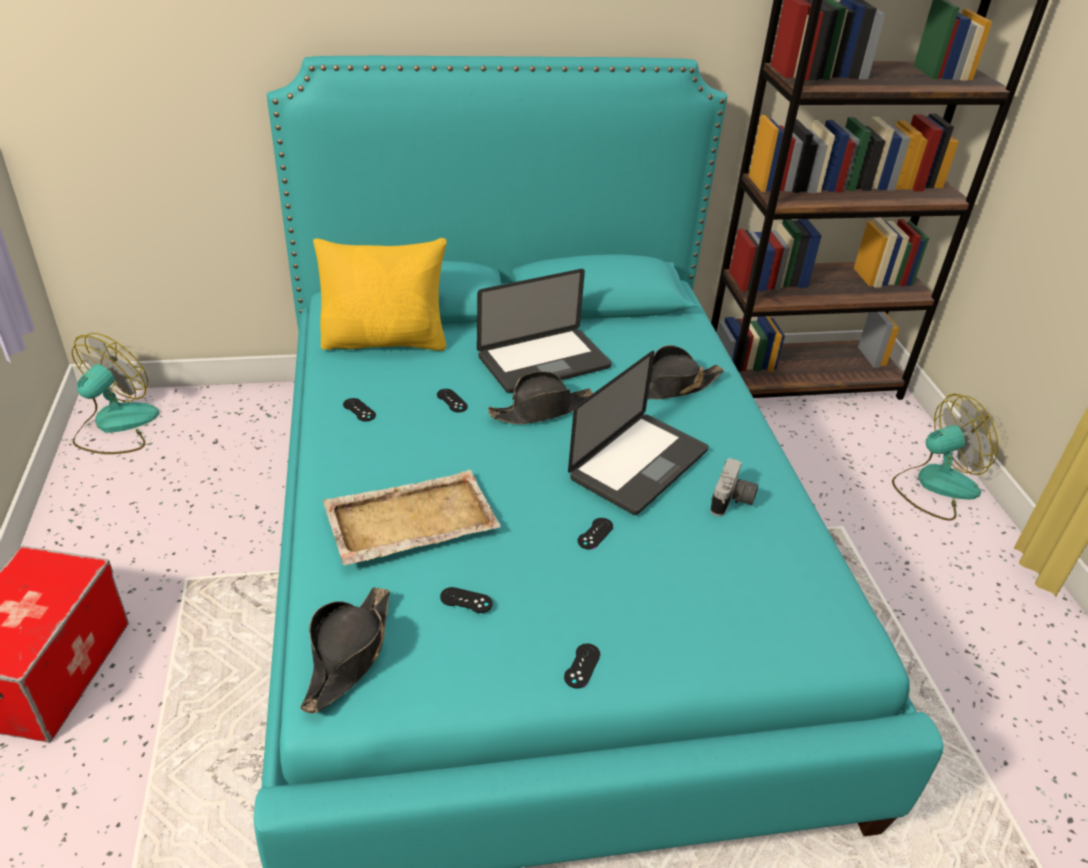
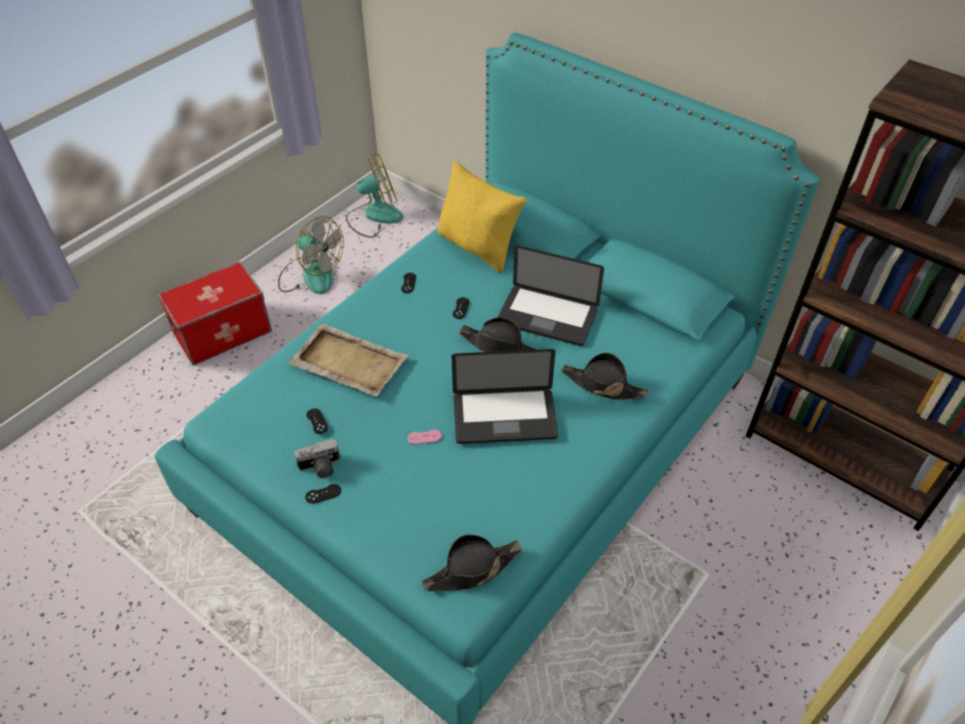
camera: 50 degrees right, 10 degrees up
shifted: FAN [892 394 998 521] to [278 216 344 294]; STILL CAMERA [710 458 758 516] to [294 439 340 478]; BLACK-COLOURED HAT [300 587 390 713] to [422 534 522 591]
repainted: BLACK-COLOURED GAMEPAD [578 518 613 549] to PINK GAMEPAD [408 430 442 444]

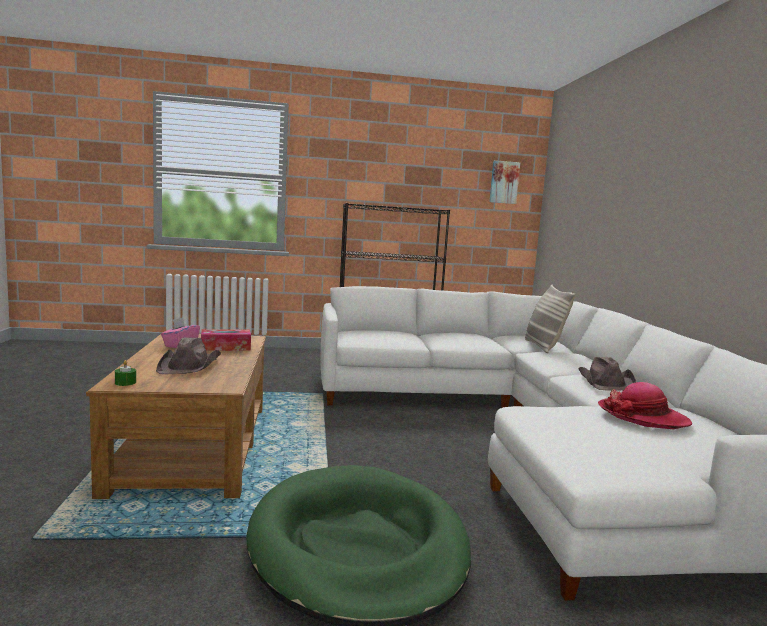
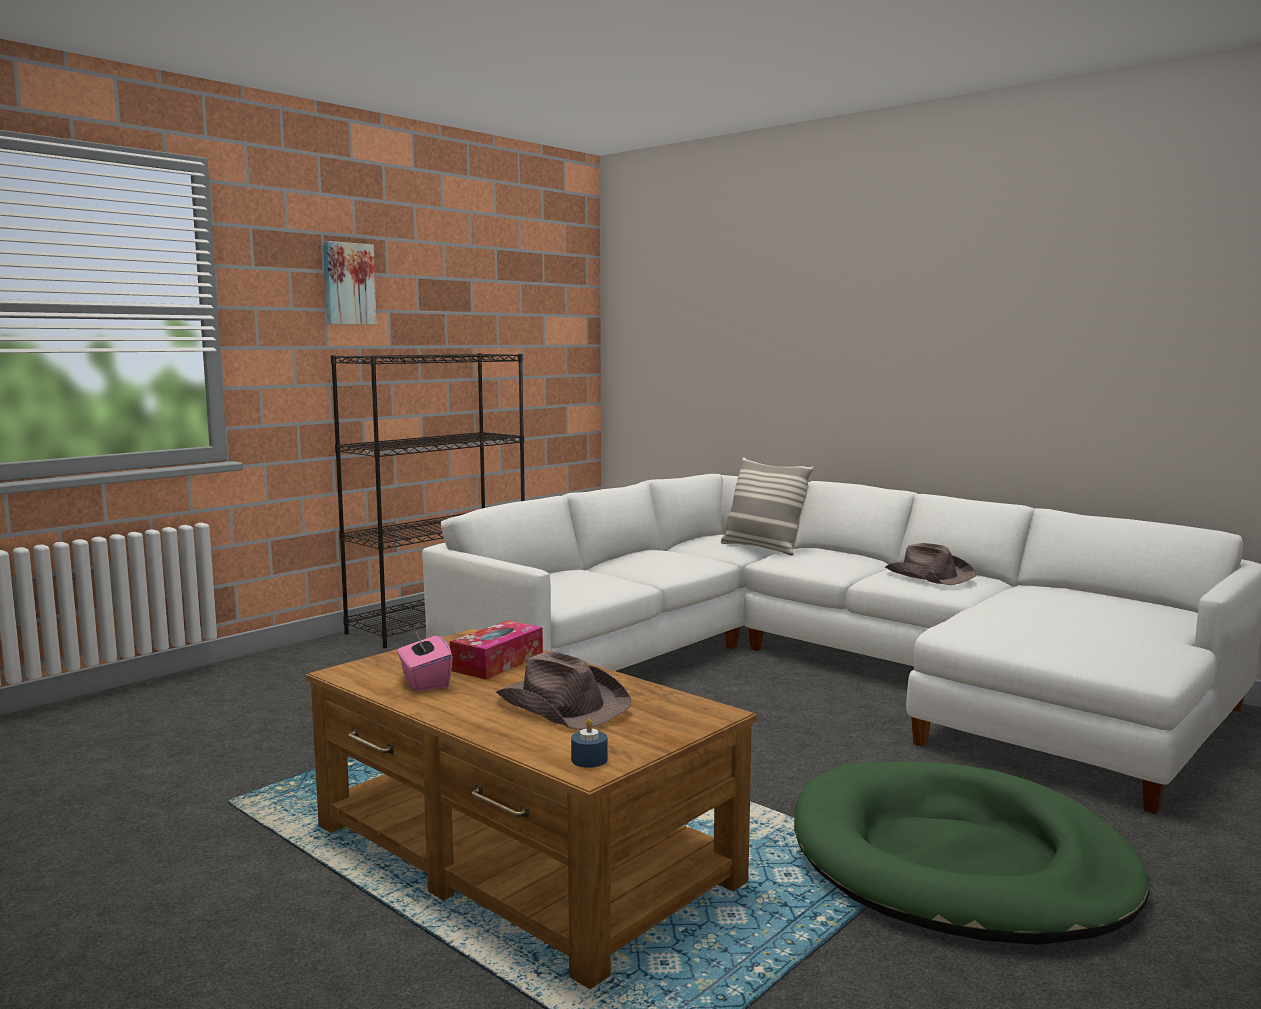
camera: 40 degrees left, 0 degrees up
gone: HAT [598 382 692 429]
shifted: WALL ART [489 160 520 204] to [323 241 377 325]
repainted: GREENISH WAX LIGHT [115 360 136 386] to BLUISH WAX LIGHT [571 718 608 768]

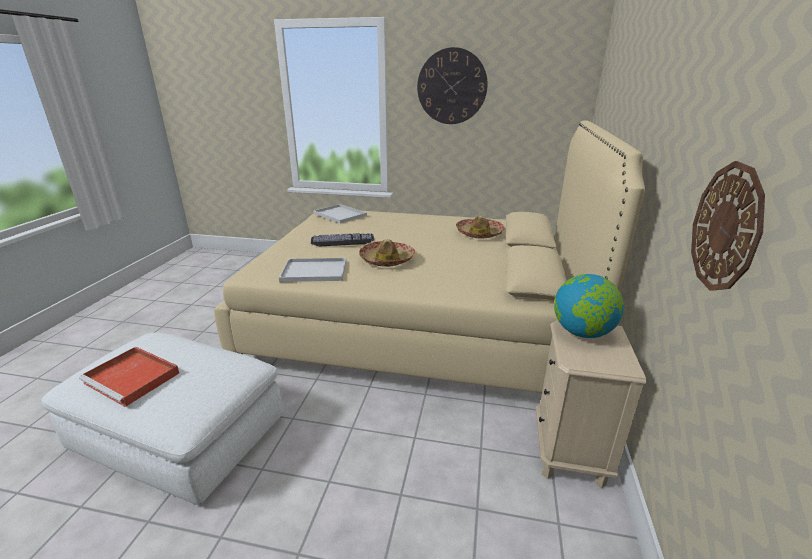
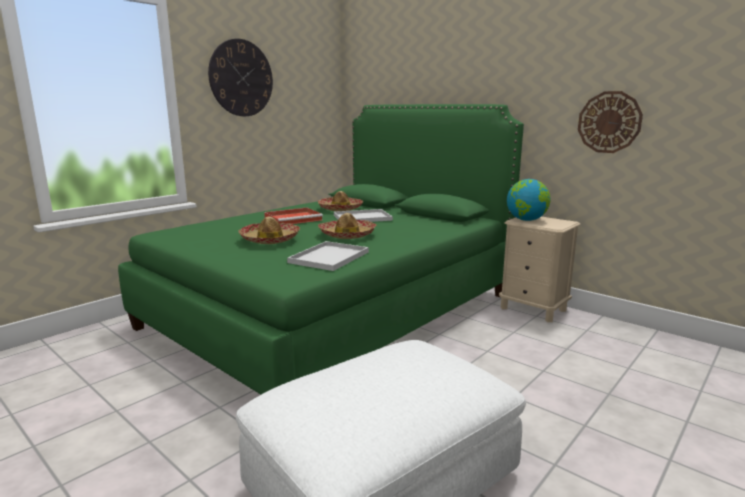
camera: 60 degrees left, 10 degrees down
shifted: RED-COLOURED TRAY [79 347 179 407] to [264 208 323 224]; WHITE-COLOURED TRAY [313 204 367 224] to [334 209 393 222]
swapped: KEYBOARD [311 233 374 246] to HAT [238 216 300 244]
repainted: SAND-COLOURED BED [214 120 645 393] to GREENISH BED [118 104 524 394]

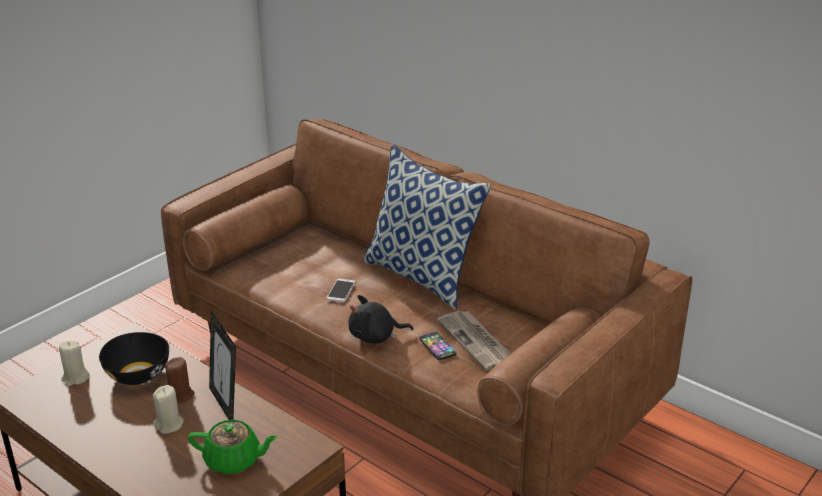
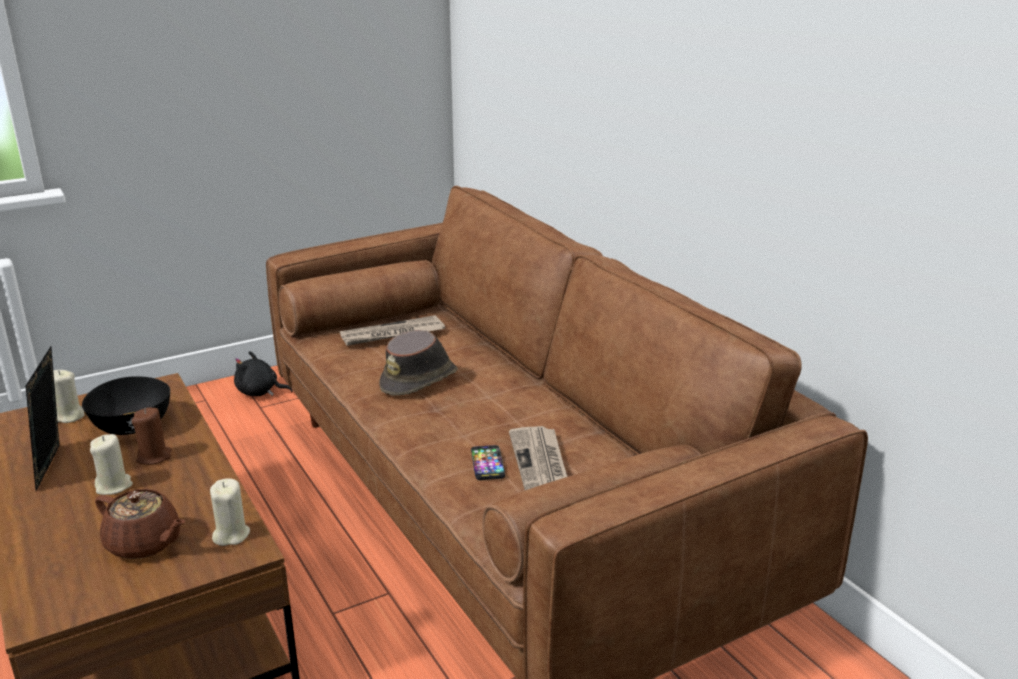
camera: 20 degrees right, 5 degrees down
gone: THROW PILLOW [363 145 491 309]
new: SAND-COLOURED WAX LIGHT [210 478 250 546]; PRINTED PAPER [340 315 445 346]
shifted: PICTURE FRAME [209 311 236 420] to [26 346 59 491]; BLACK-COLOURED PLUSH TOY [348 295 413 344] to [234 351 293 396]
swapped: PHONE [326 278 355 302] to BROWN-COLOURED HAT [379 330 458 396]
repainted: GREENISH TEA POT [188 420 278 474] to BROWN-COLOURED TEA POT [95 489 185 559]

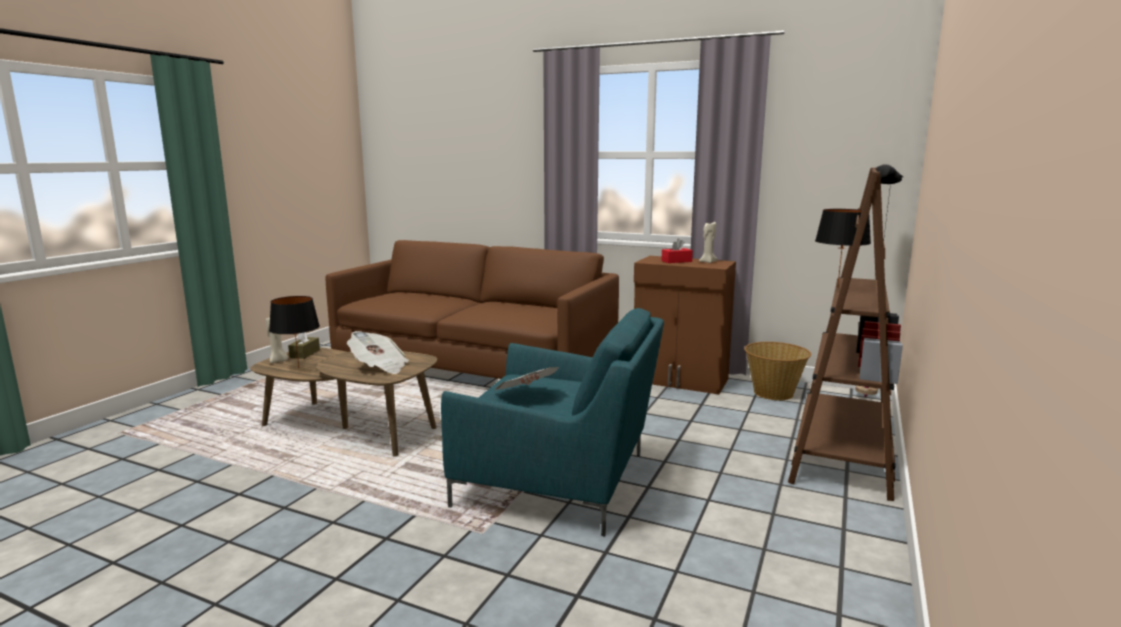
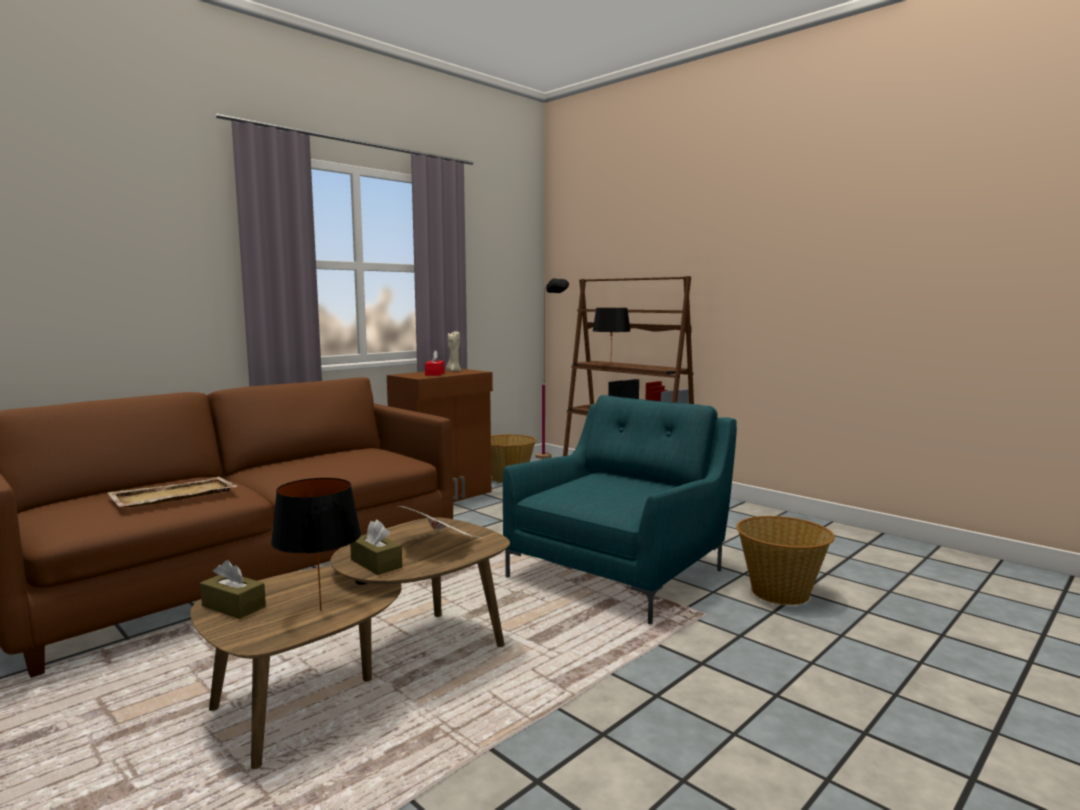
camera: 70 degrees left, 5 degrees down
gone: SAND-COLOURED WAX LIGHT [266 318 288 363]; PRINTED PAPER [495 367 559 390]
new: SAND-COLOURED TRAY [107 477 237 507]; BROWN-COLOURED BOX OF TISSUES [350 520 402 575]; HOUSEHOLD BASKET [737 516 835 605]

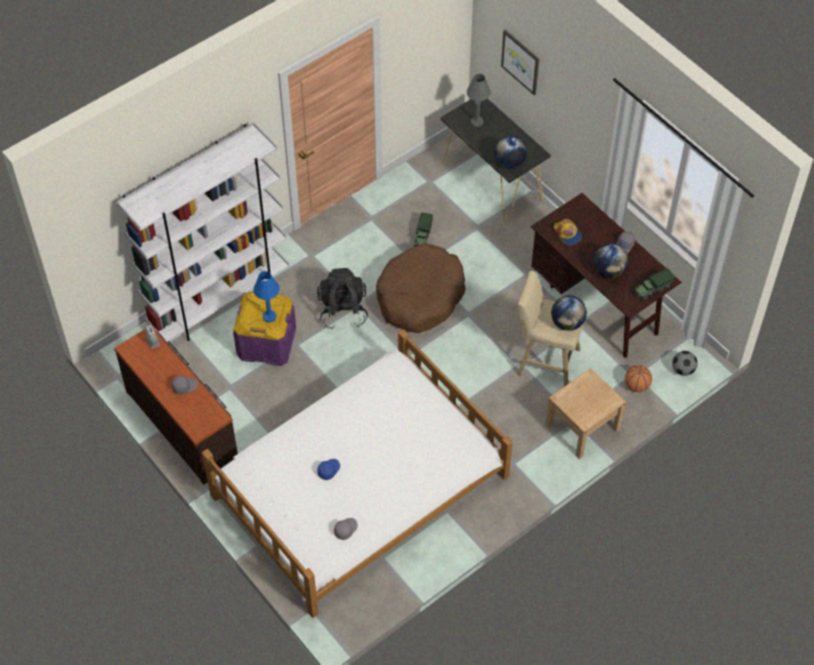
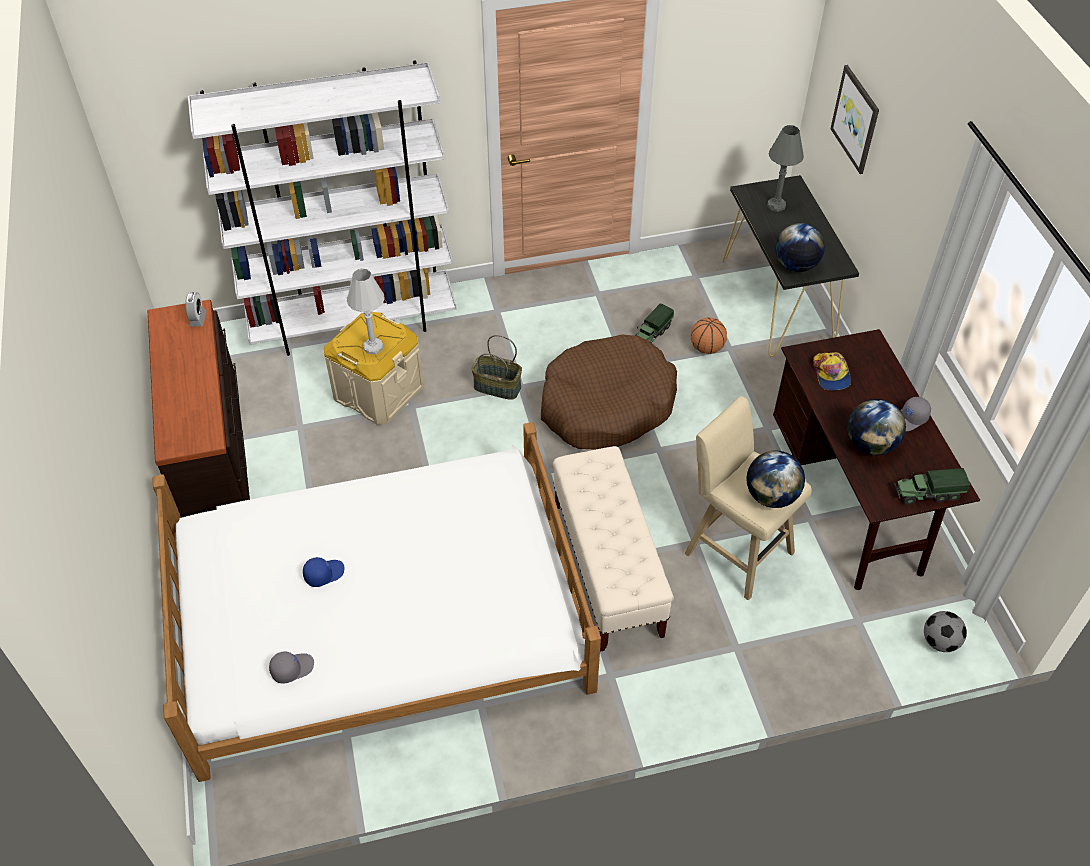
camera: 25 degrees right, 5 degrees down
gone: GREYISH BASEBALL CAP [172 376 198 394]; SAND-COLOURED BEDSIDE TABLE [545 368 626 459]
new: SAND-COLOURED BENCH [553 446 674 652]
shifted: BASKETBALL BALL [625 365 652 392] to [691 317 727 354]
swapped: BLACK-COLOURED KNAPSACK [317 268 368 330] to HOUSEHOLD BASKET [471 335 522 400]
repainted: PURPLISH STORAGE BIN [233 292 296 366] to SAND-COLOURED STORAGE BIN [324 312 424 425]; BLUISH TABLE LAMP [254 271 280 323] to WHITE-COLOURED TABLE LAMP [347 269 385 354]

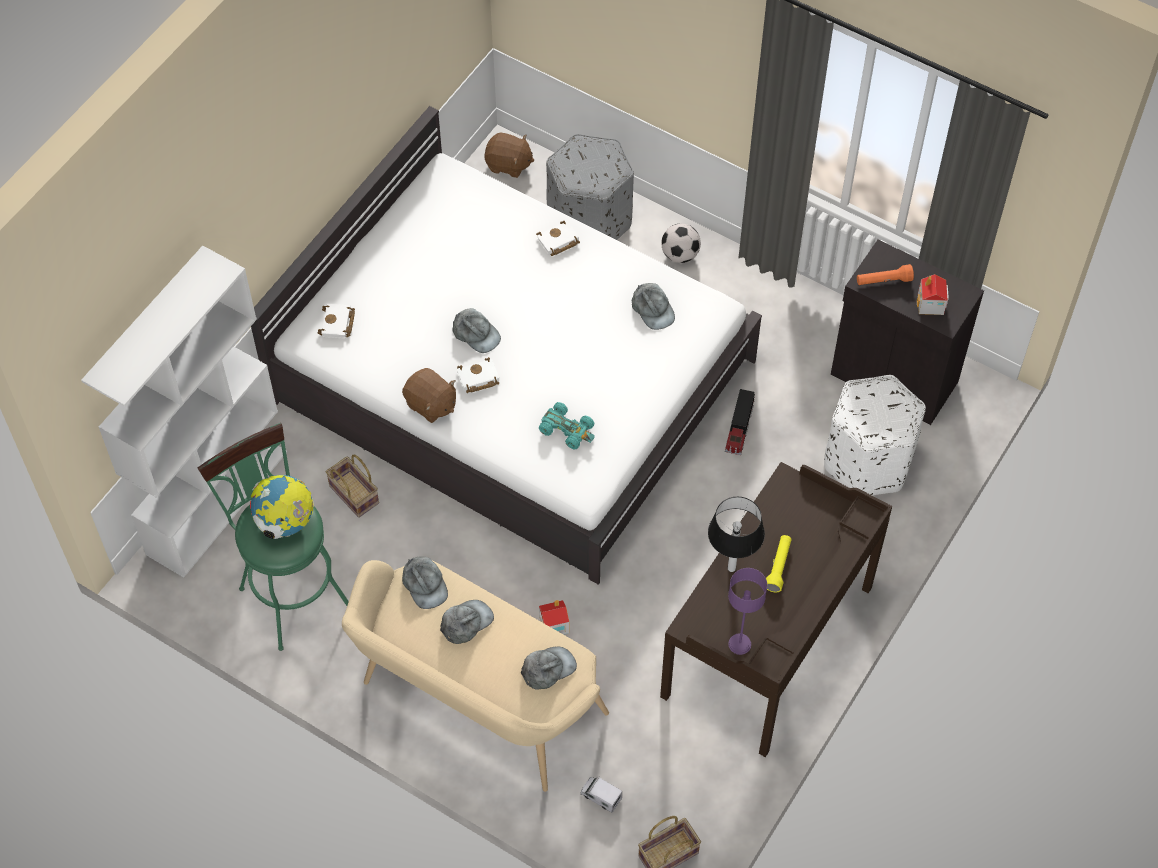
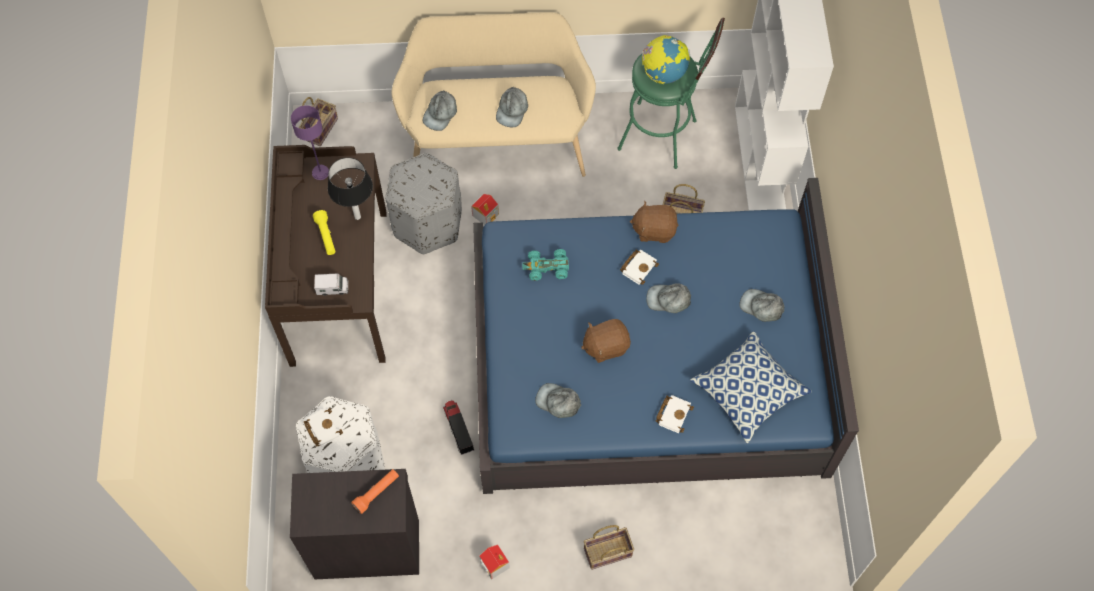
camera: 145 degrees right, 5 degrees up
new: THROW PILLOW [690 331 812 444]
shifted: WHITE-COLOURED BOOK [318 304 355 339] to [304 408 343 447]; TOY TRUCK [580 776 622 813] to [314 274 348 296]; GREYISH FOOTREST [546 134 634 240] to [385 153 462 254]; MINIATURE HOUSE [917 274 949 315] to [479 544 510 579]; BROWN-COLOURED PLUSH TOY [484 133 534 178] to [581 319 631 363]; GREYISH BASEBALL CAP [402 557 448 609] to [740 289 785 322]
swapped: FOOTBALL BALL [661 223 701 263] to HOUSEHOLD BASKET [584 525 634 570]
repainted: WHITE-COLOURED BED [251 106 762 585] to BLUISH BED [473 178 859 494]

